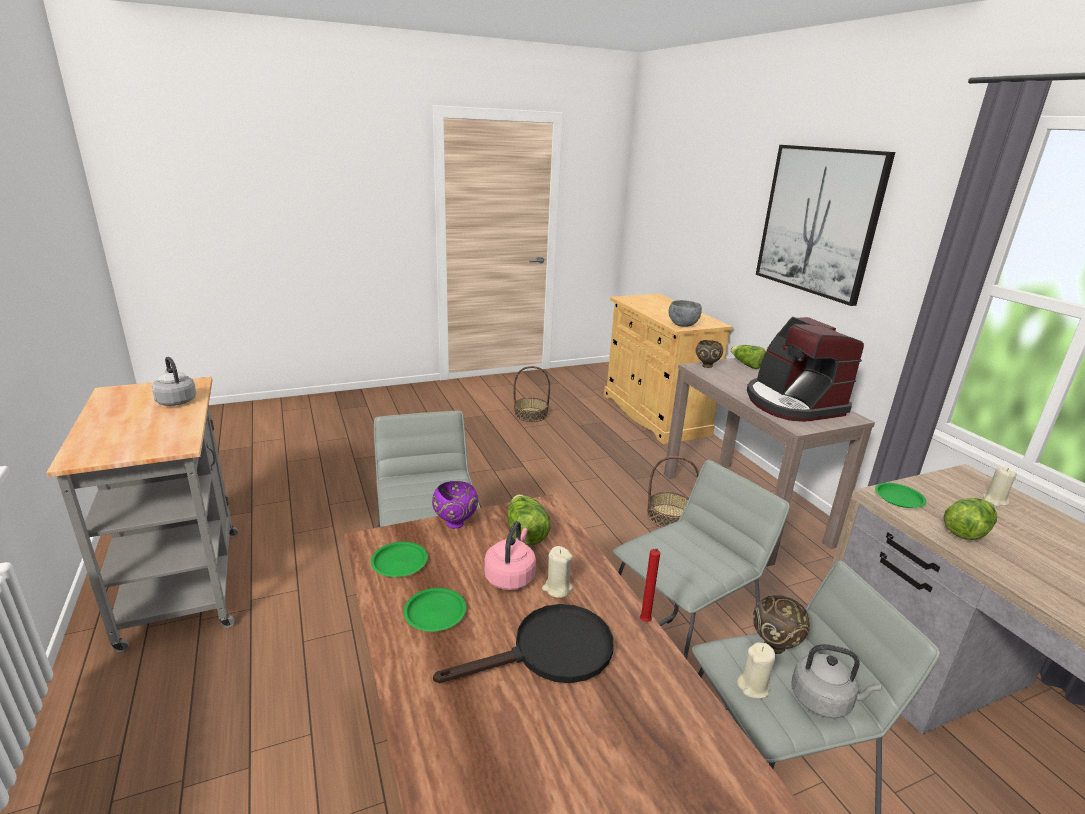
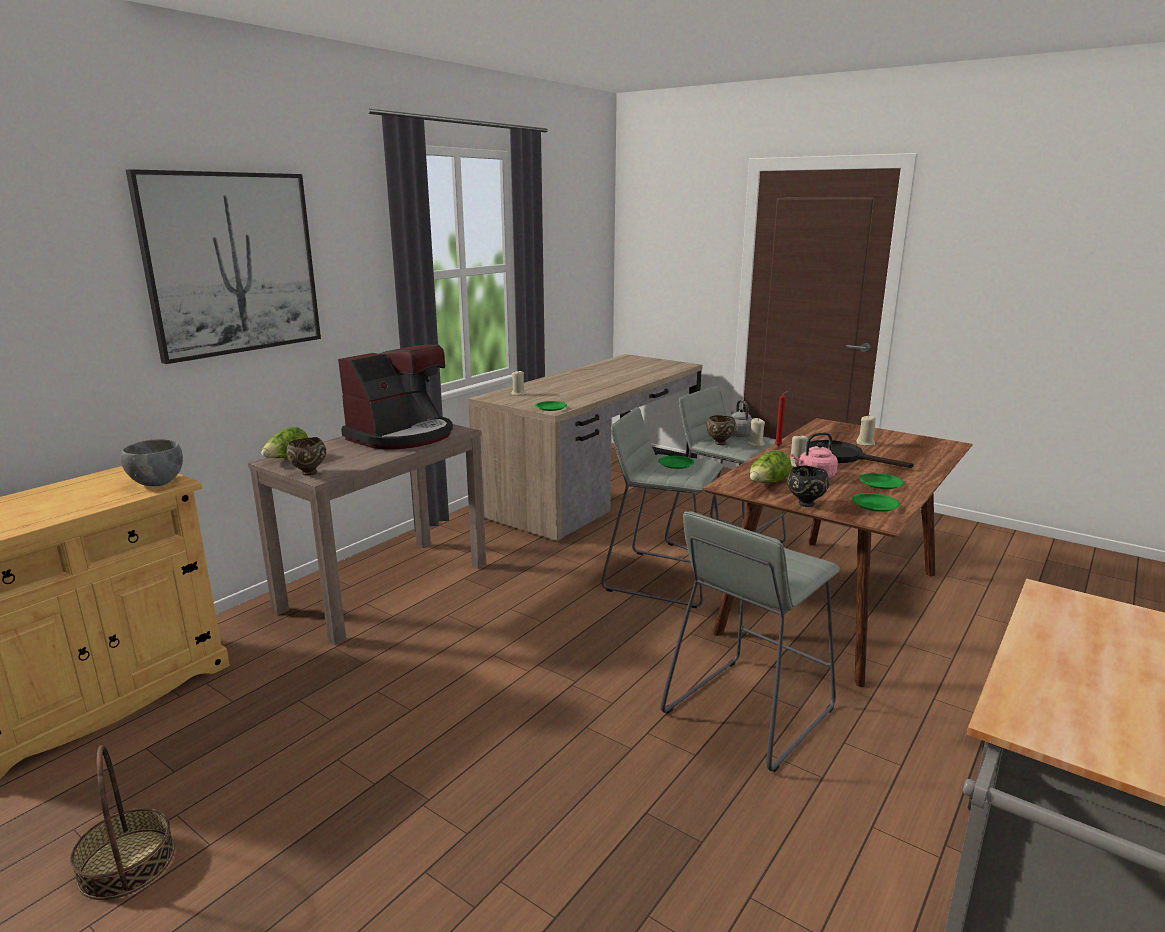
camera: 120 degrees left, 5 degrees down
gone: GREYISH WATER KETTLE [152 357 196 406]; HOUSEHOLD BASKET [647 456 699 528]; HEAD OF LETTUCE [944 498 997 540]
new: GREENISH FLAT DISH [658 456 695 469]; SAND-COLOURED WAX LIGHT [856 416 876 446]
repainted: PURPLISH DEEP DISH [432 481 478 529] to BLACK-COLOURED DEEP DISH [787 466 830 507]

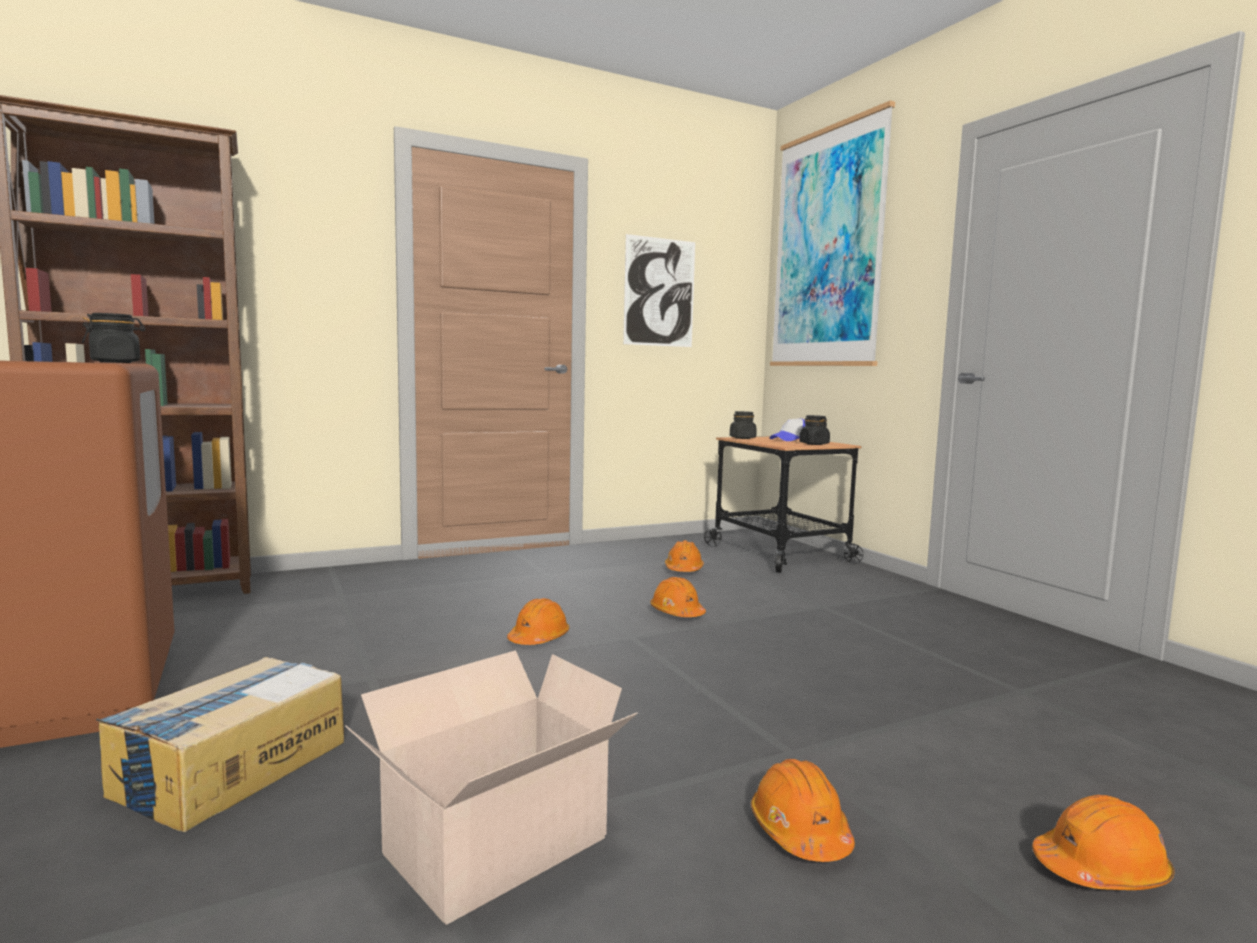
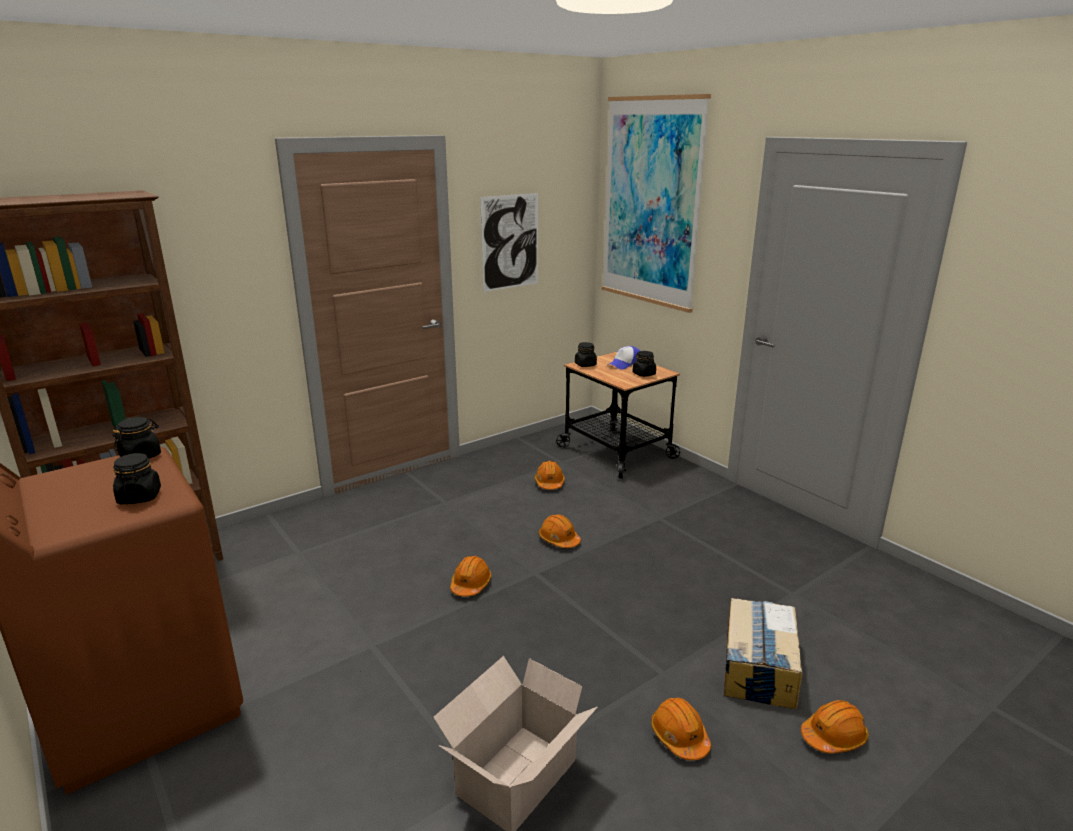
camera: 10 degrees left, 15 degrees up
new: BLACK-COLOURED JAR [113 453 161 504]
shifted: CARTON [96 657 344 832] to [724 598 802 709]

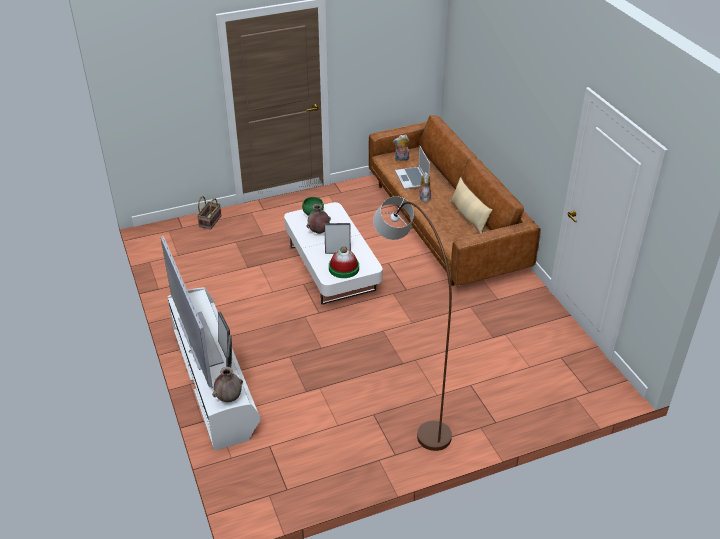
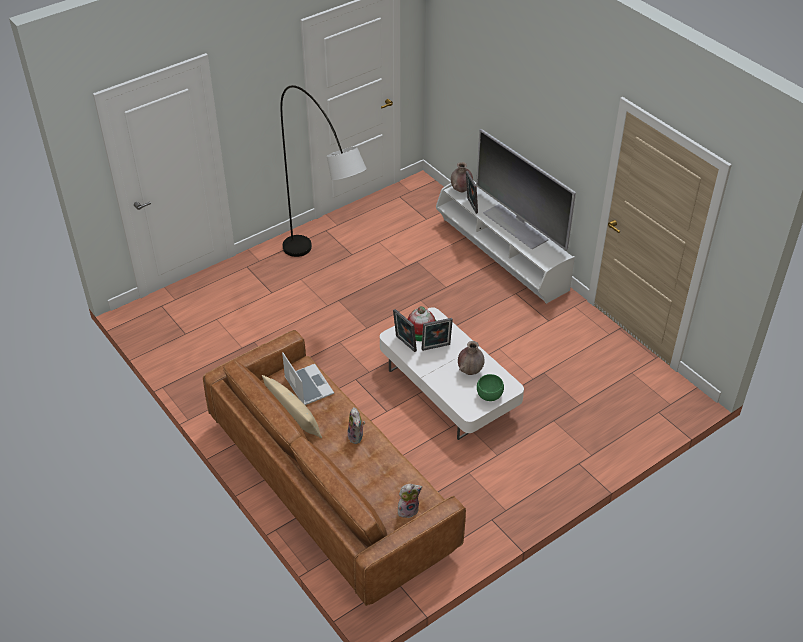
camera: 165 degrees right, 5 degrees up
gone: HOUSEHOLD BASKET [197 196 221 230]
shifted: NOTEBOOK COMPUTER [395 146 430 189] to [282 352 334 405]; PICTURE FRAME [218 312 230 357] to [393 309 417 352]
repainted: BROWN-COLOURED STANDING LAMP [373 196 452 451] to GREYISH STANDING LAMP [281 85 367 257]

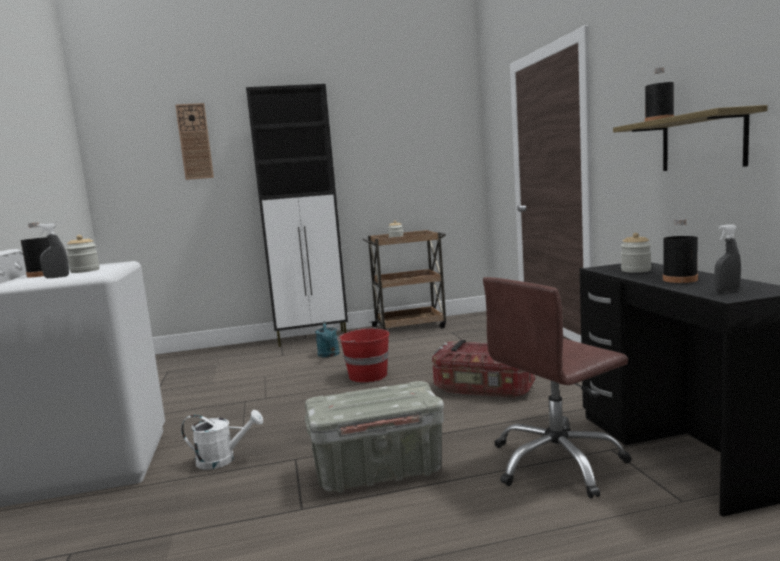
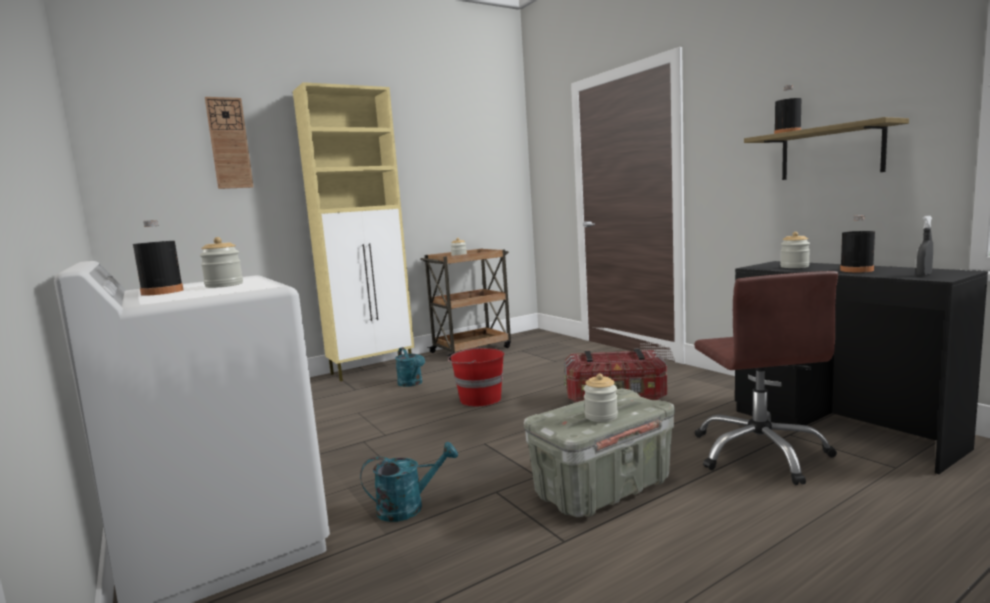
camera: 20 degrees left, 0 degrees up
gone: GREYISH SPRAYER [37 223 69 278]
new: JAR [583 374 618 422]
repainted: BLACK-COLOURED STORAGE CABINET [246 84 348 347] to SAND-COLOURED STORAGE CABINET [293 82 414 381]; WHITE-COLOURED SPRINKLING CAN [181 410 263 470] to BLUE-GREEN SPRINKLING CAN [360 442 458 522]
rotated: BROWN-COLOURED OFFICE CHAIR [483 277 632 498] = [694 271 838 485] 45 degrees counterclockwise

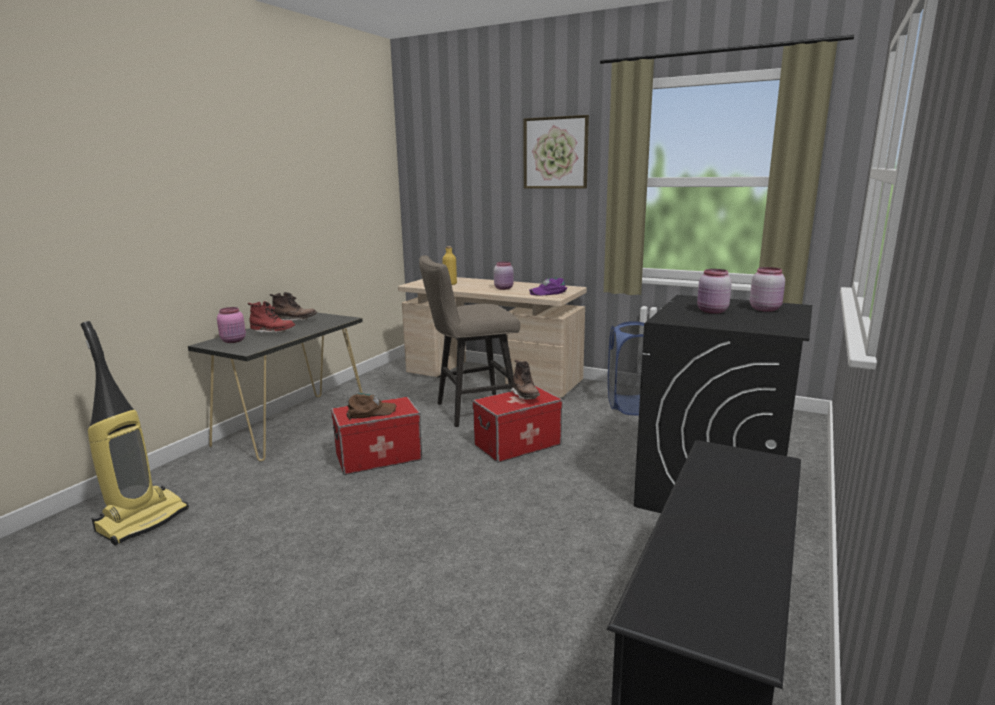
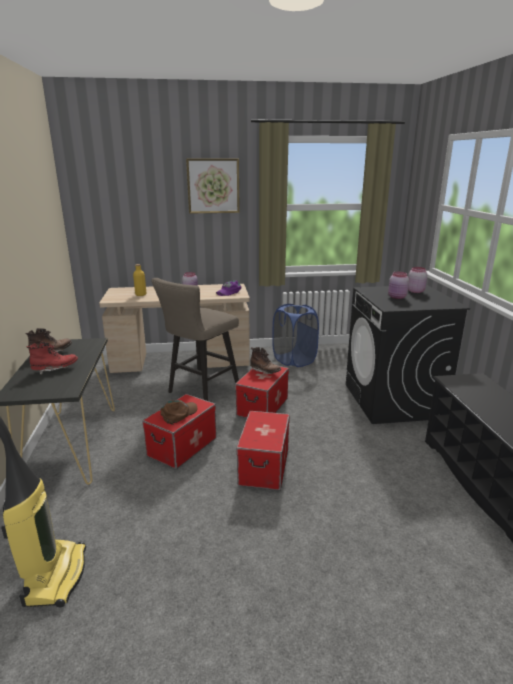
camera: 35 degrees left, 5 degrees up
gone: PINK JAR [217 307 246 343]
new: STORAGE BIN [236 411 290 490]

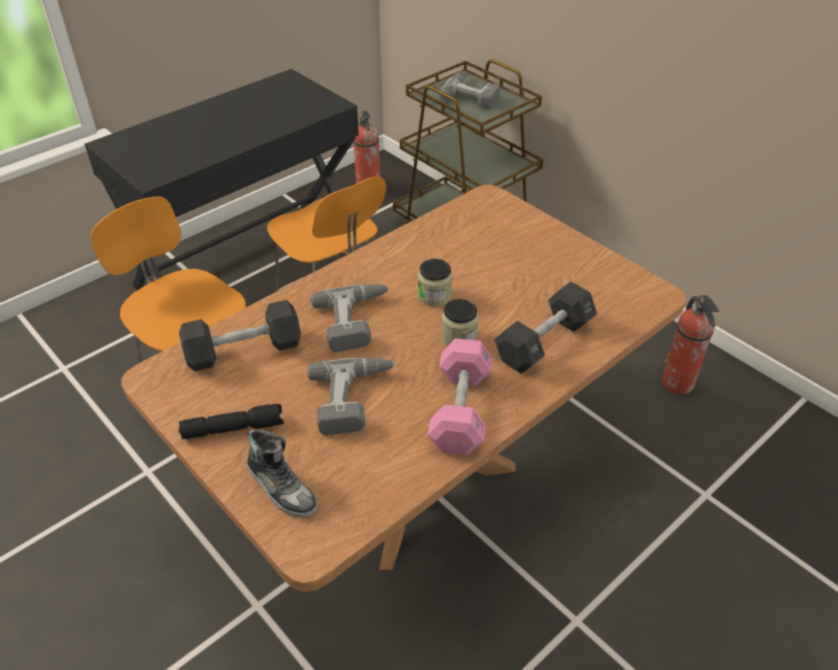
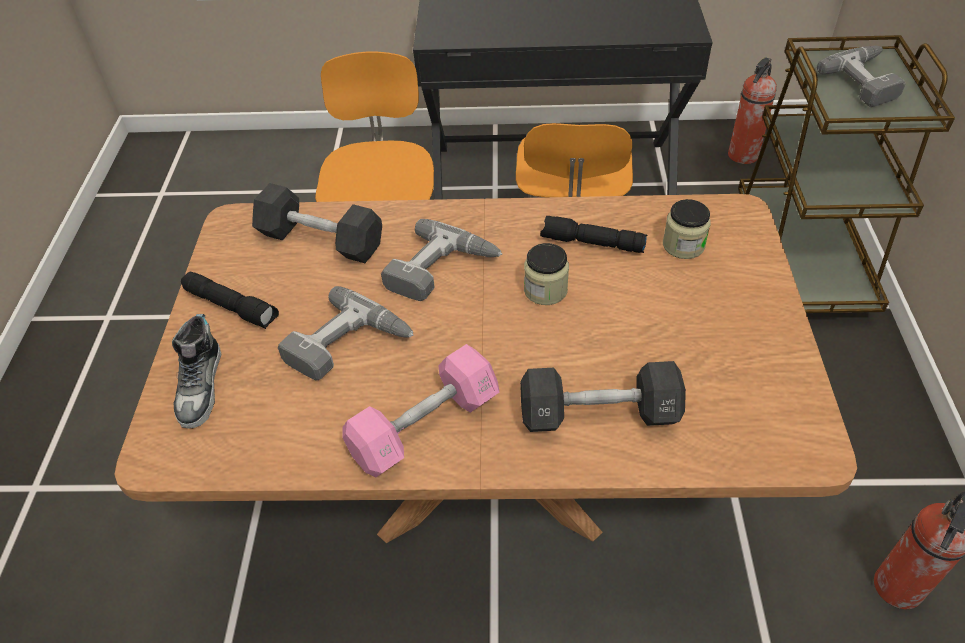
camera: 45 degrees right, 5 degrees up
new: BLACK-COLOURED TORCH [540 216 647 253]
shifted: JAR [441 299 478 346] to [663 199 711 259]

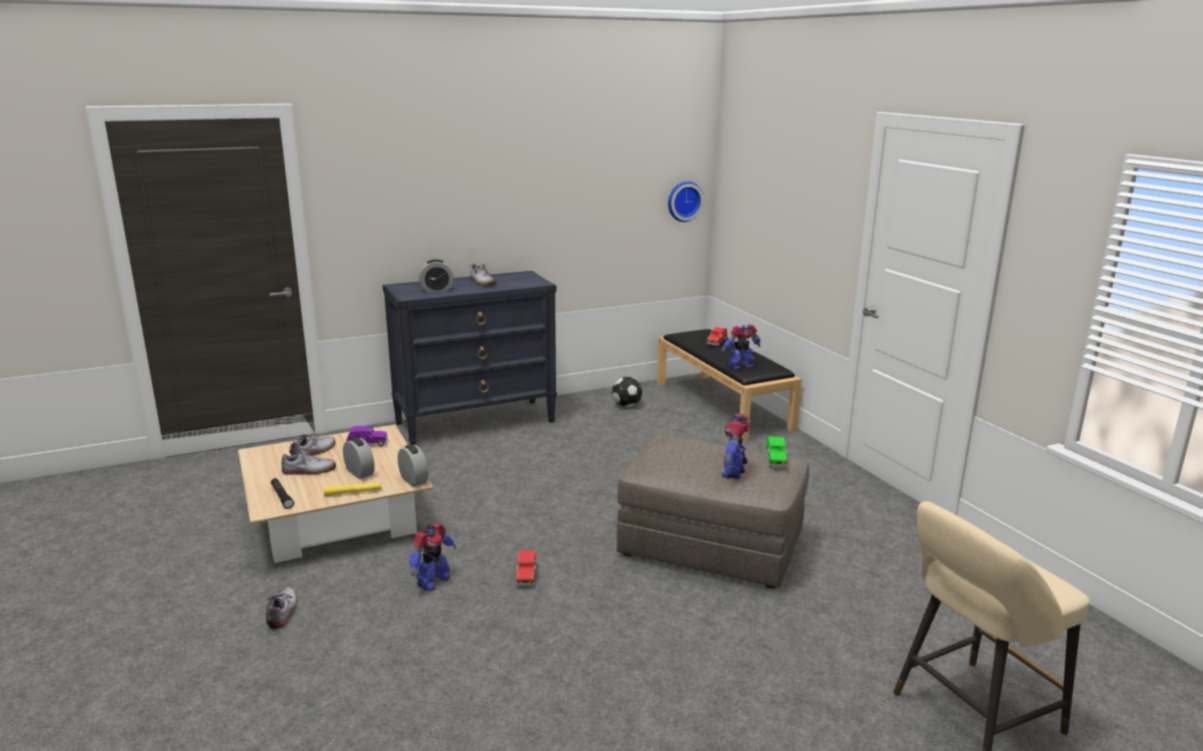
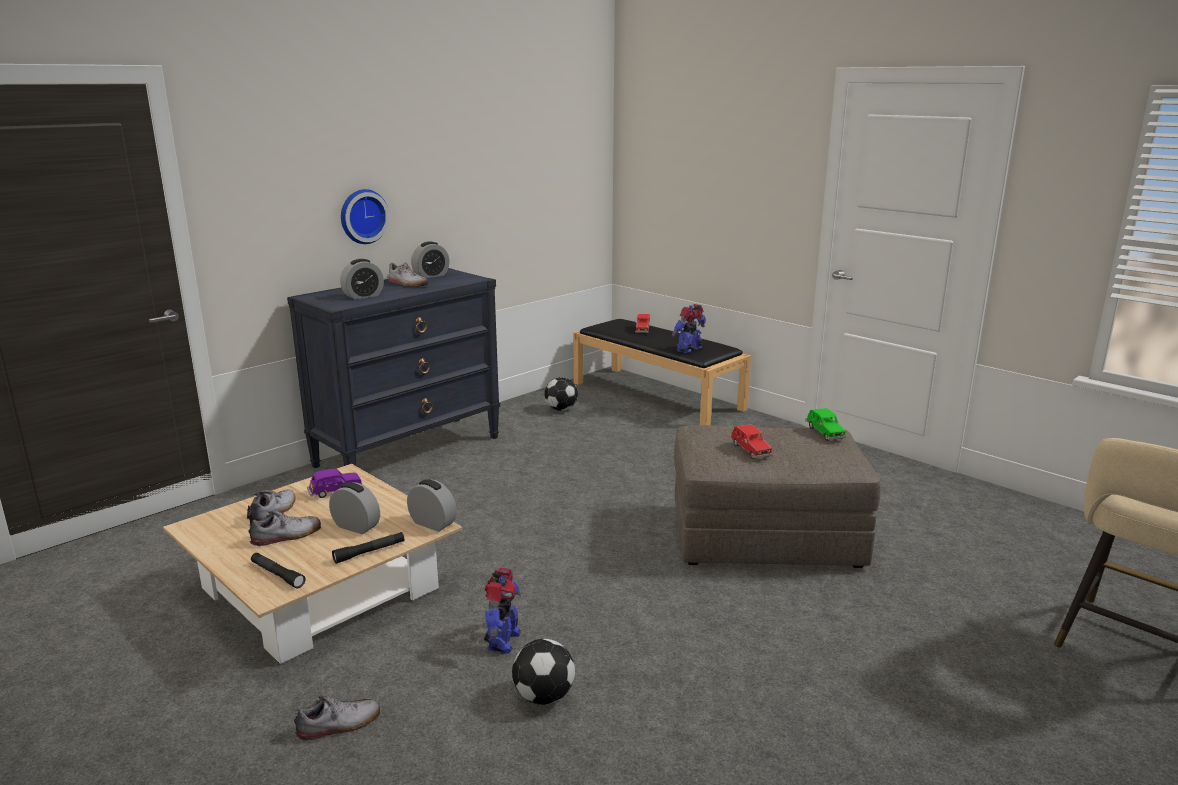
camera: 20 degrees left, 0 degrees up
gone: ROBOT FIGURE [721 414 749 479]
new: BEDSIDE CLOCK [411 242 450 278]; FOOTBALL BALL [512 639 575 705]
shifted: WALL CLOCK [668 181 704 222] to [341 189 390 244]; RED-COLOURED MODEL CAR [516 551 536 586] to [729 424 773 459]
repainted: YELLOW-COLOURED TORCH [324 482 382 497] to BLACK-COLOURED TORCH [332 532 404 564]
rotated: SHOE [266 587 297 630] = [294 695 380 741] 90 degrees clockwise

